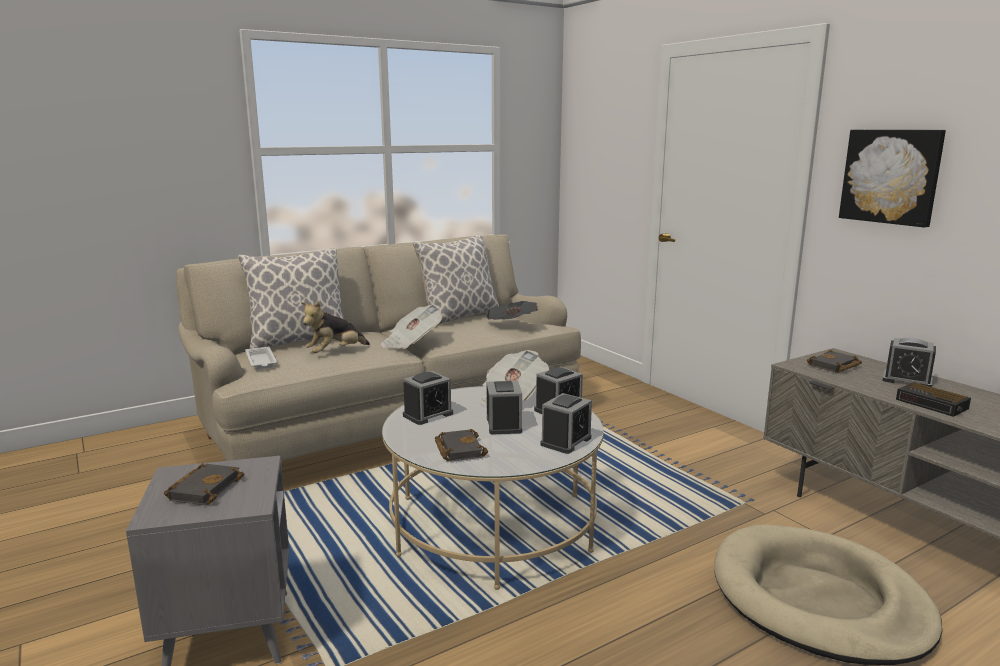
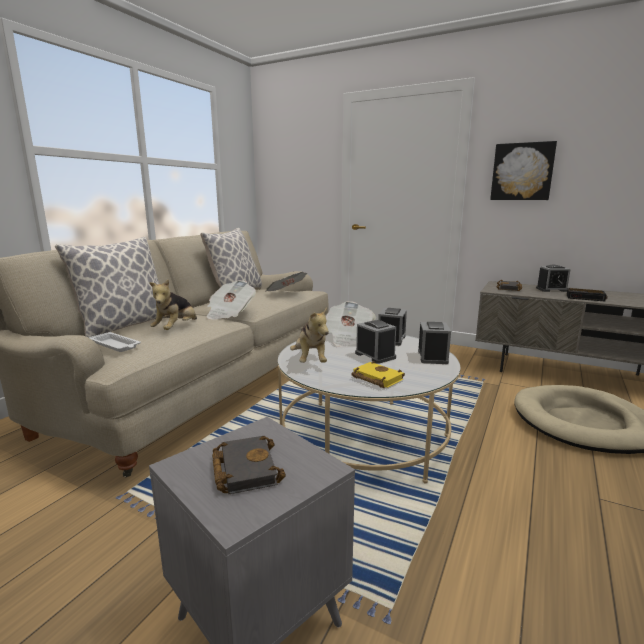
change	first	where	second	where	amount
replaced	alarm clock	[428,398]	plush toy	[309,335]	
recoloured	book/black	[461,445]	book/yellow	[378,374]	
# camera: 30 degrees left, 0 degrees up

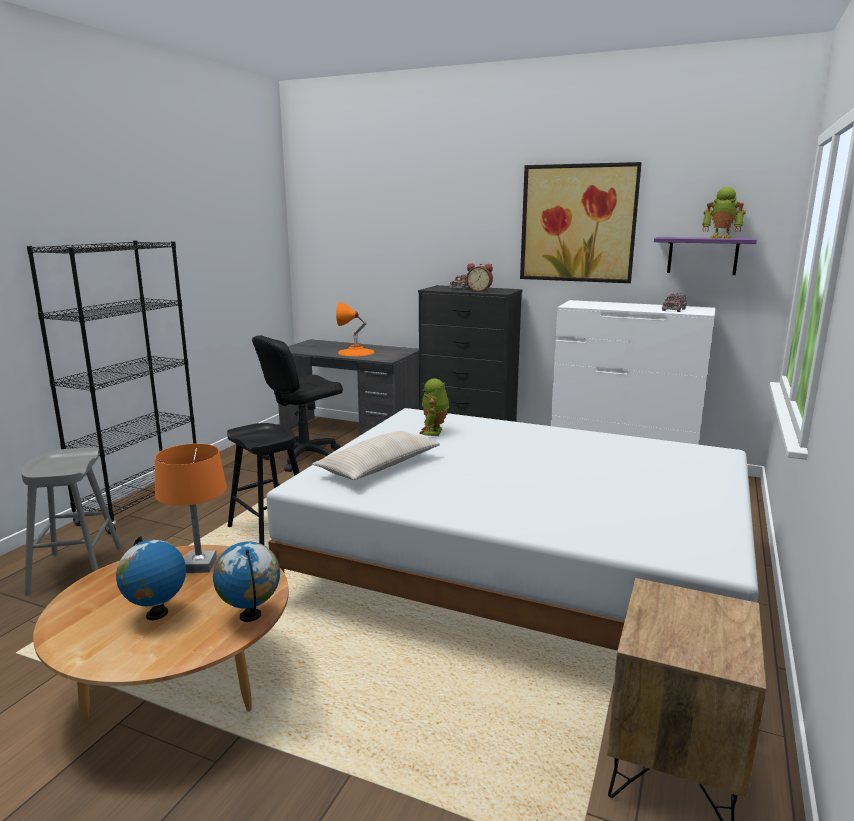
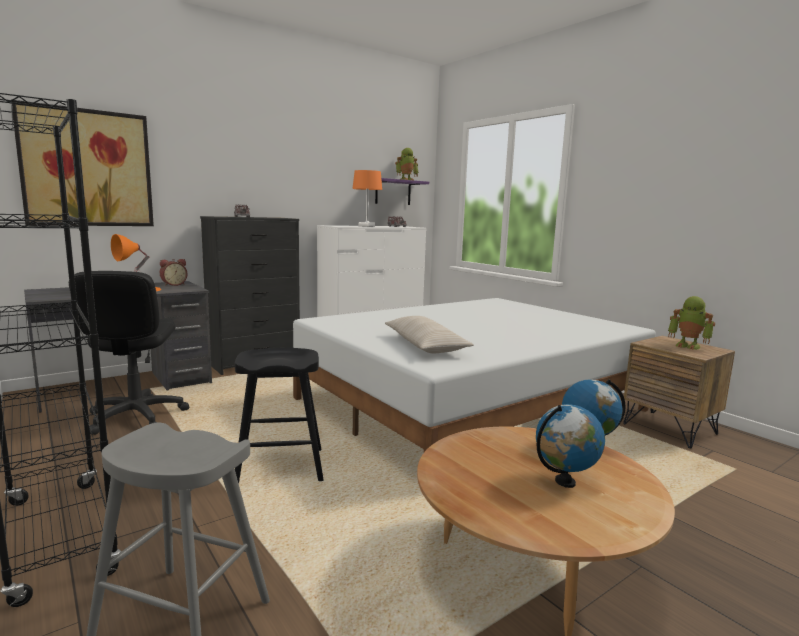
change	first	where	second	where	amount
moved	table lamp/orange	[191,508]		[367,198]	
moved	toy robot	[434,407]		[691,323]	
moved	alarm clock	[479,277]		[174,272]	
moved	picture	[581,222]		[82,163]	
# camera: 60 degrees left, 5 degrees down

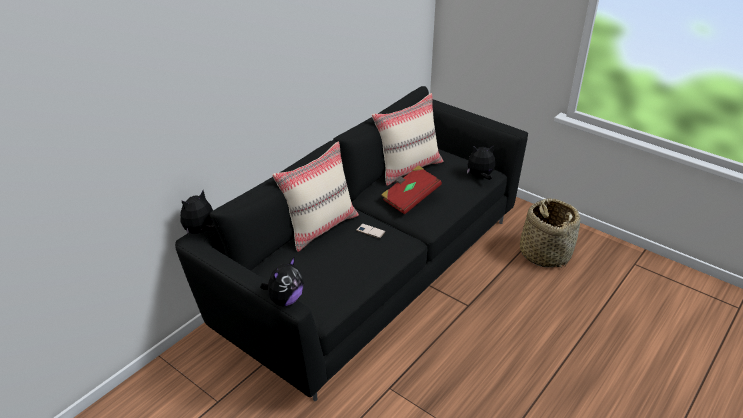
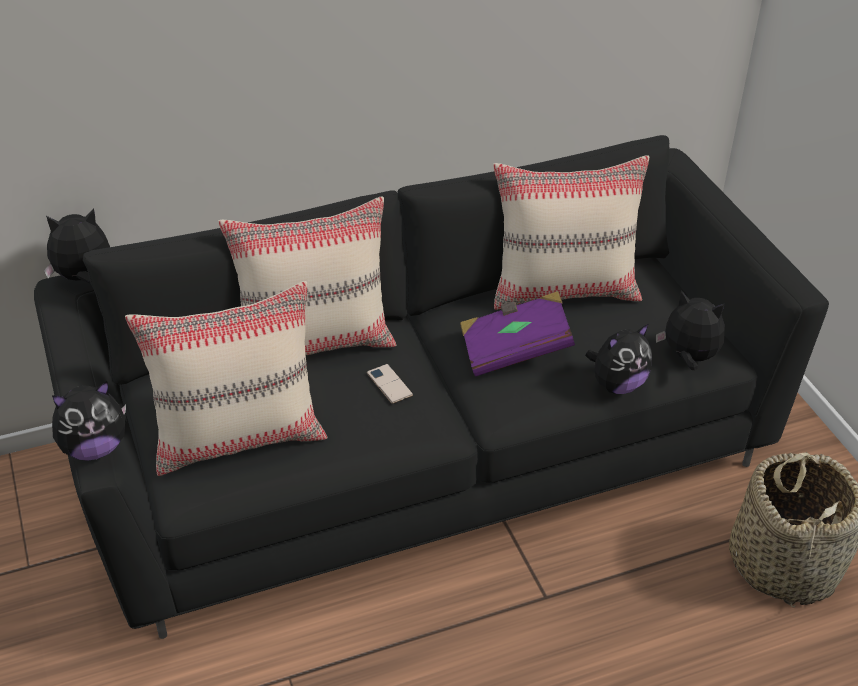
change	first	where	second	where	amount
recoloured	book/red	[411,190]	book/purple	[517,334]	
added			pillow/beige	[226,378]	
added			plush toy	[618,358]	
# camera: 30 degrees right, 5 degrees up

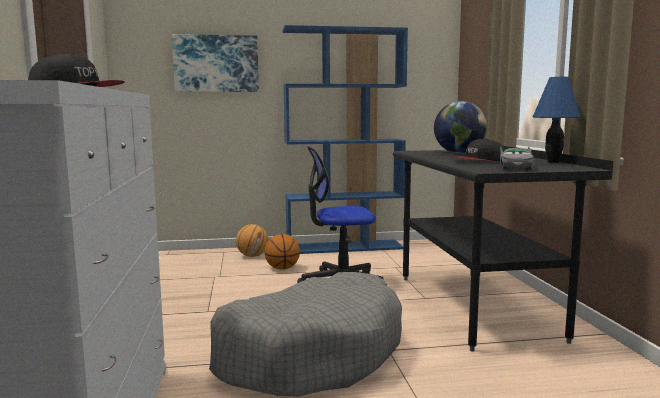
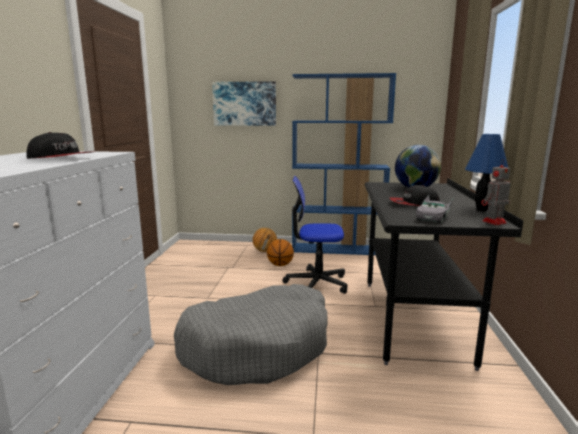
change	first	where	second	where	amount
added			toy robot	[495,192]	
# camera: 15 degrees right, 5 degrees up

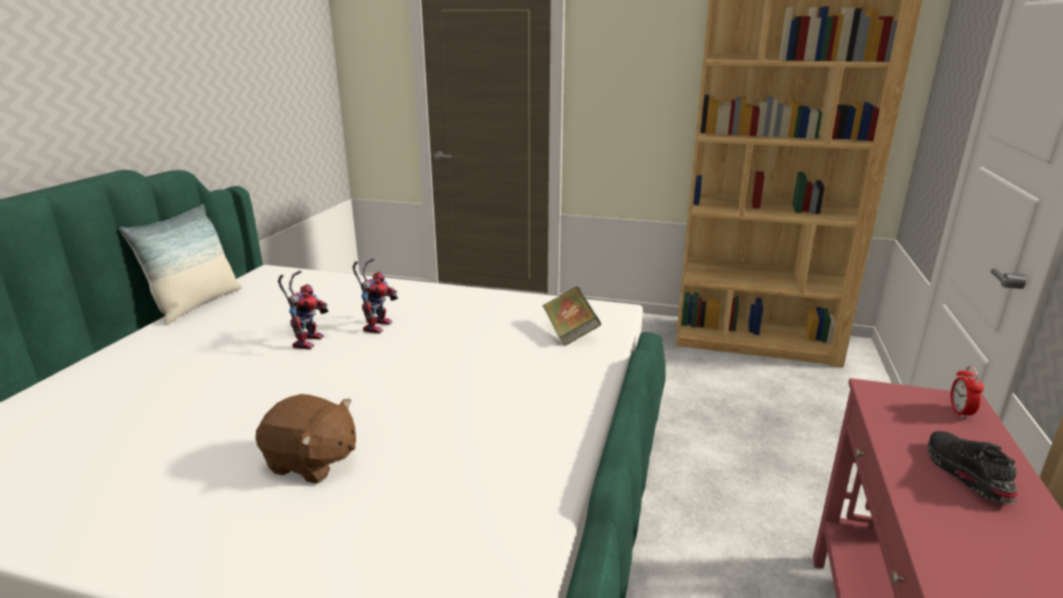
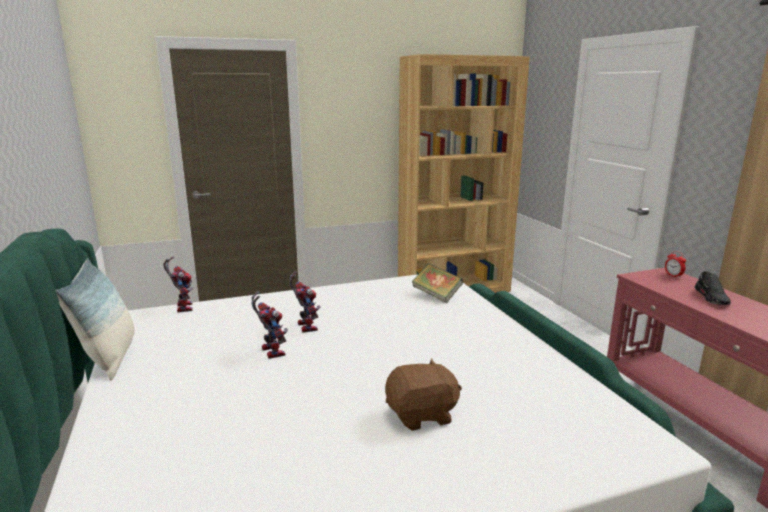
change	first	where	second	where	amount
turned	shoe/black	[973,467]		[713,288]	135 degrees counterclockwise
added			toy robot	[178,284]	
# camera: 35 degrees left, 5 degrees down

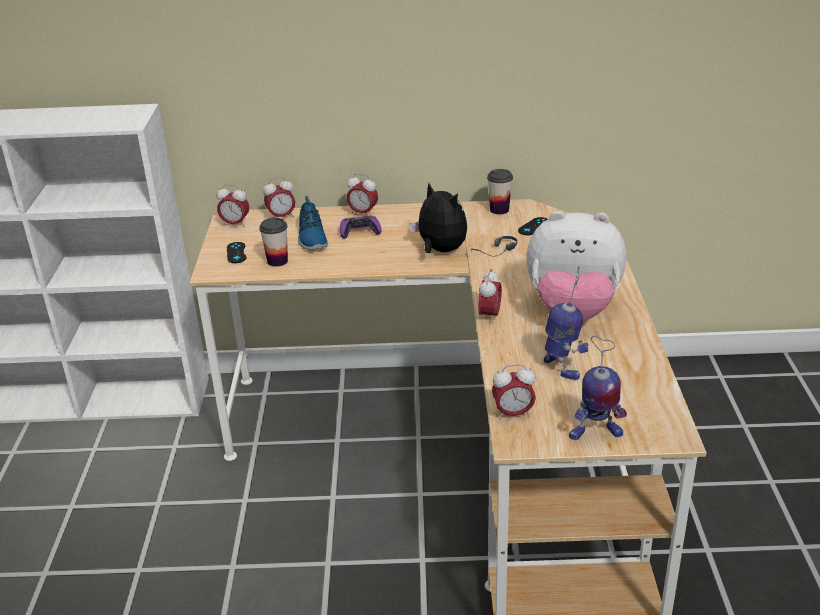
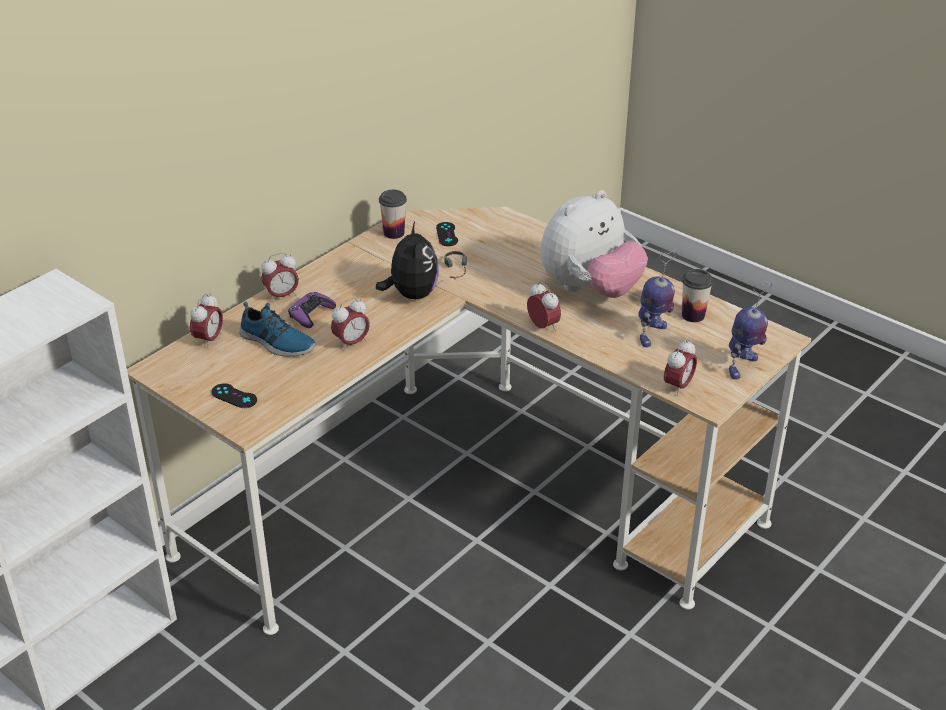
change	first	where	second	where	amount
moved	alarm clock	[233,206]		[350,324]	
moved	cup	[273,242]		[697,295]	
turned	plush toy	[438,218]		[407,260]	90 degrees clockwise
turned	toy robot	[566,323]		[657,299]	105 degrees clockwise
# camera: 50 degrees left, 5 degrees up

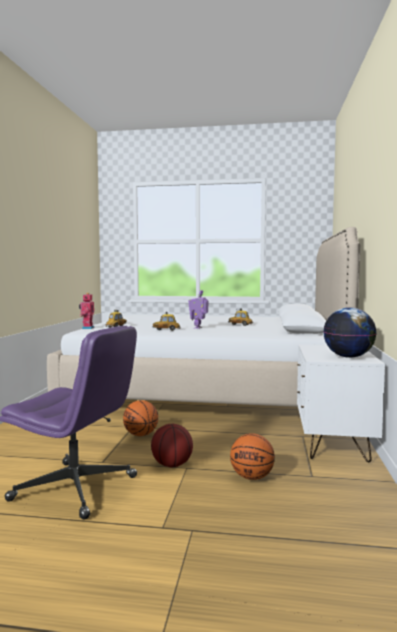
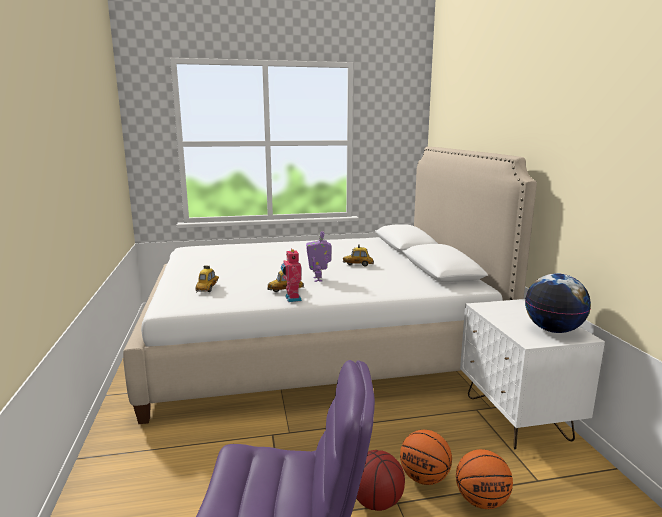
change	first	where	second	where	amount
moved	toy robot	[87,311]		[291,275]	
moved	basketball	[140,418]		[426,457]	
# camera: 20 degrees left, 10 degrees up

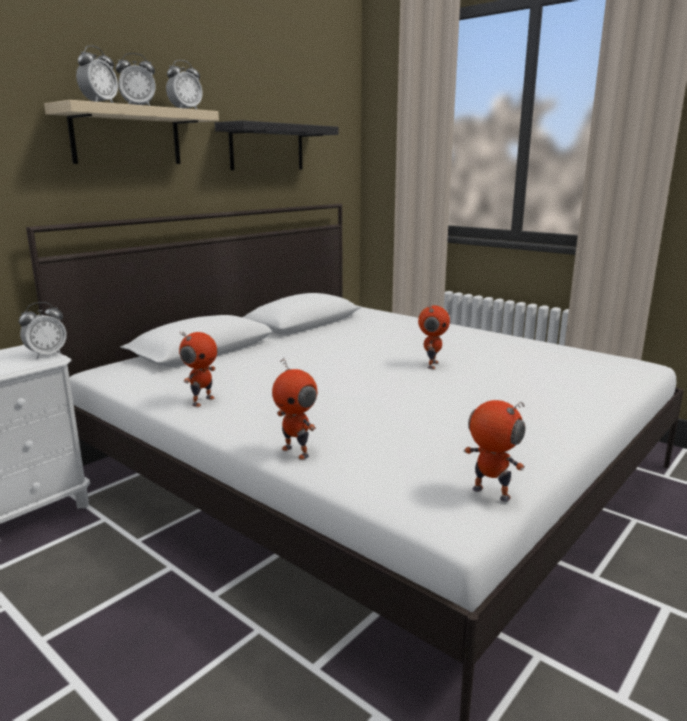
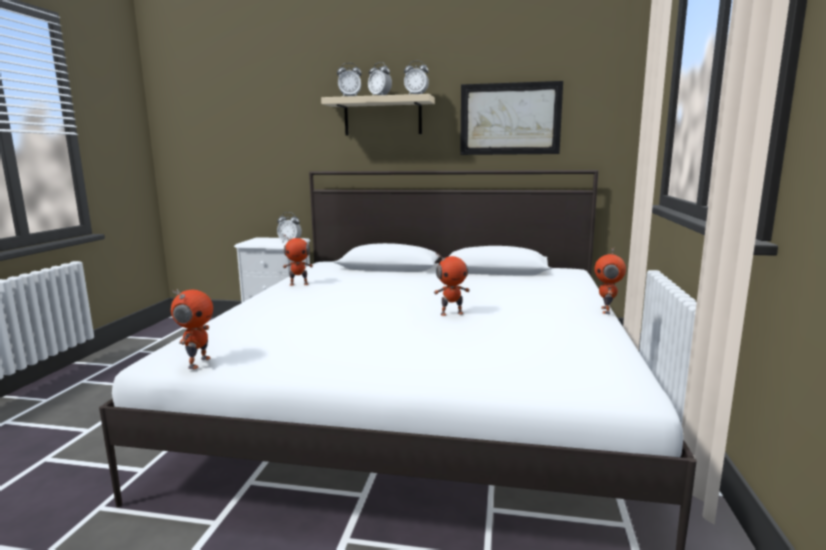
change	first	where	second	where	amount
replaced	shelf/black	[277,145]	picture	[511,118]	
moved	toy robot	[295,408]		[610,281]	
# camera: 60 degrees right, 5 degrees down

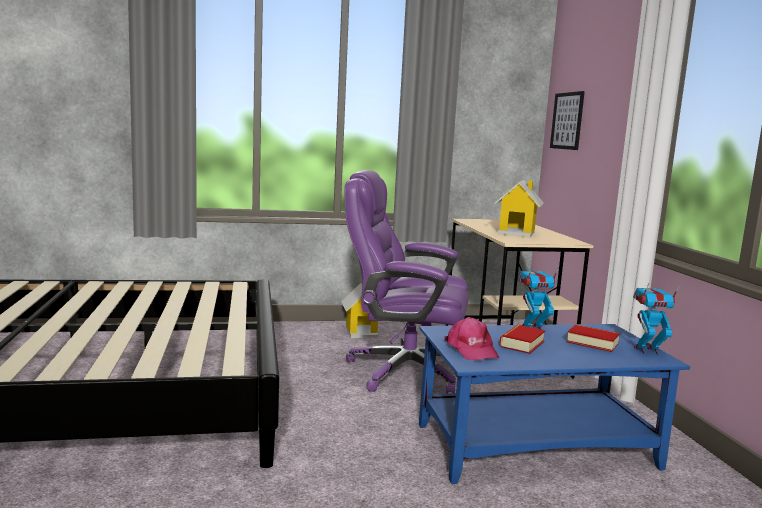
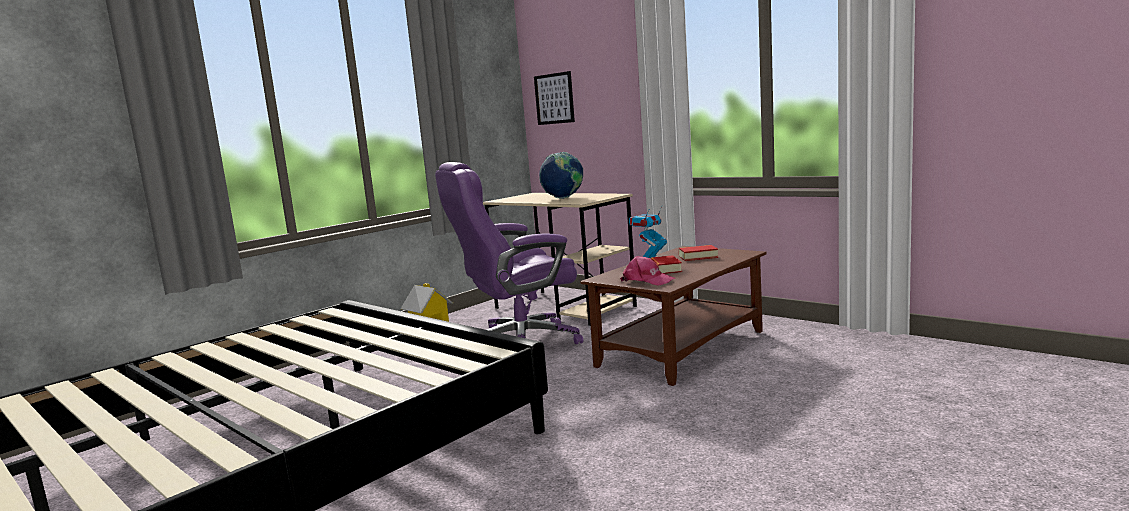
change	first	where	second	where	amount
recoloured	coffee table/blue	[554,404]	coffee table/brown	[673,316]	
replaced	toy house	[519,209]	globe	[561,175]	
removed	toy robot	[656,319]			
# camera: 35 degrees left, 0 degrees up

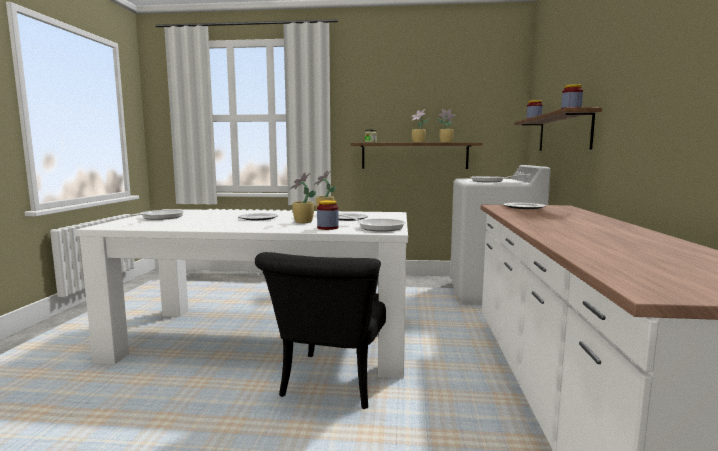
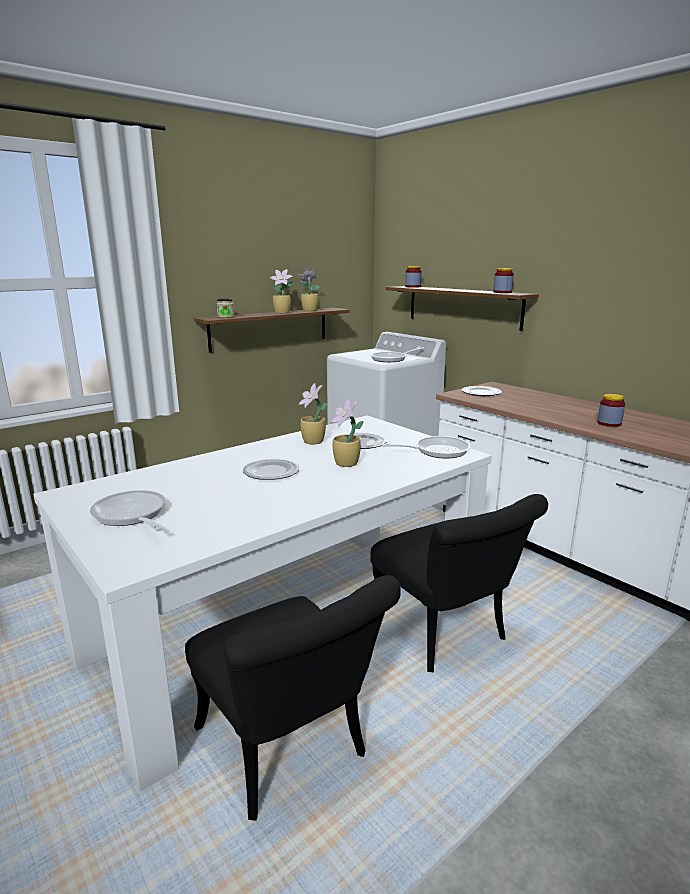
change	first	where	second	where	amount
moved	jar	[328,215]		[611,410]	
added			chair/black	[293,698]	
# camera: 45 degrees left, 10 degrees up

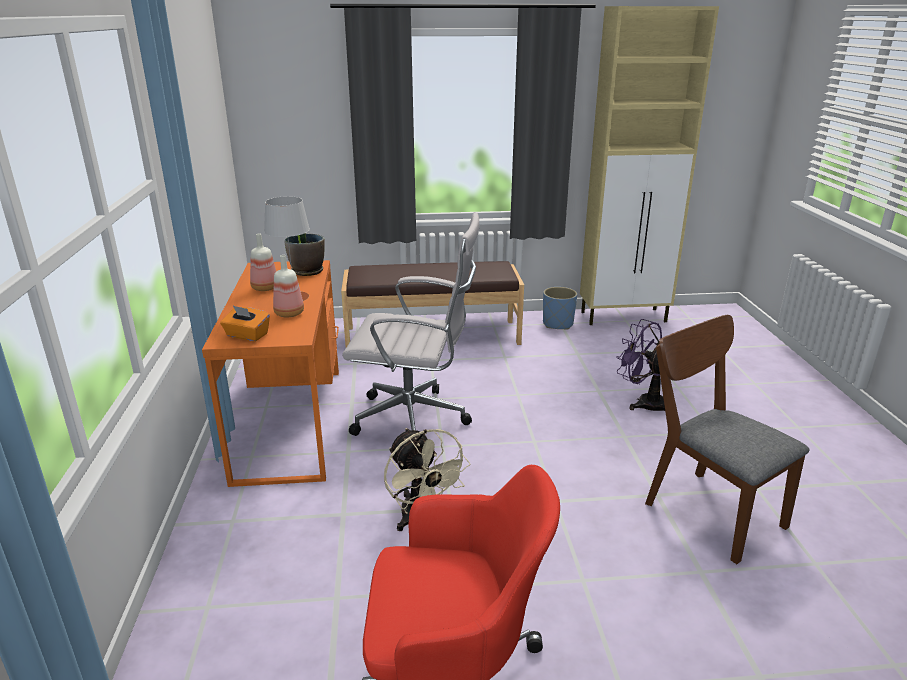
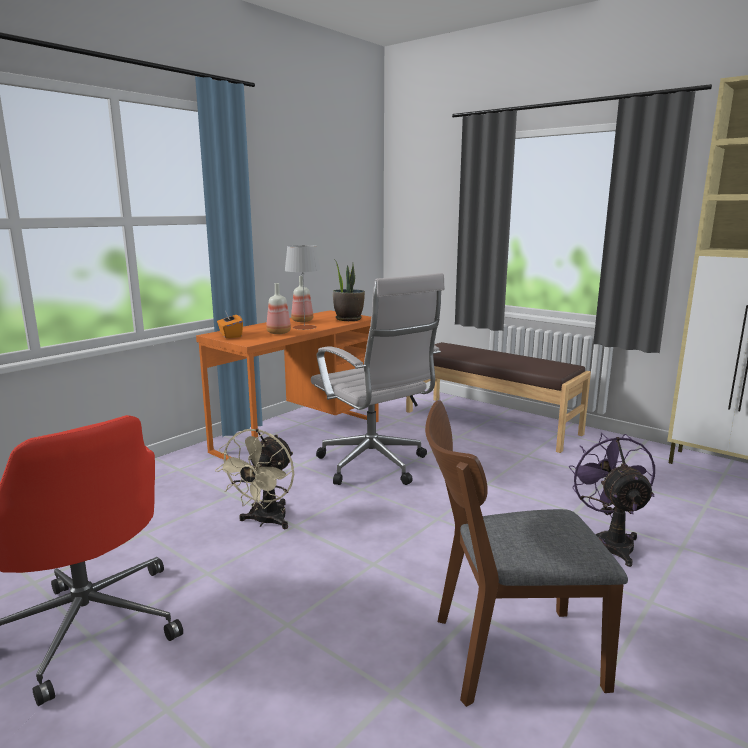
change	first	where	second	where	amount
removed	planter/blue	[560,308]			
turned	chair/brown	[727,439]		[526,554]	105 degrees counterclockwise
# camera: 45 degrees right, 10 degrees down

